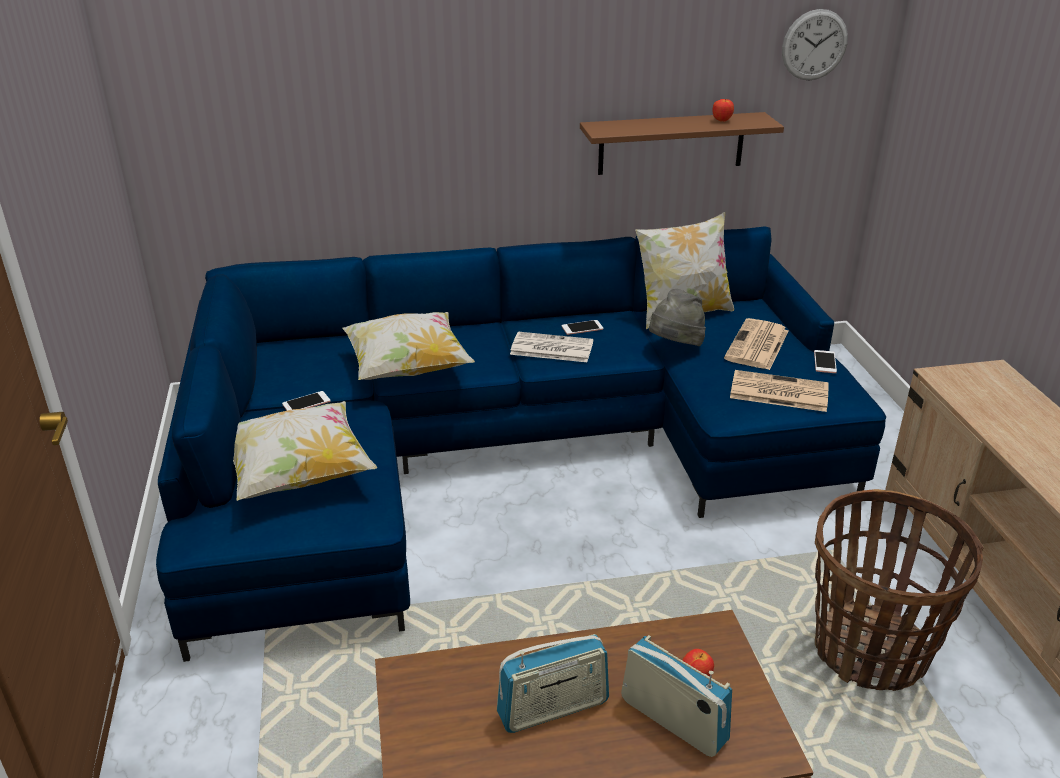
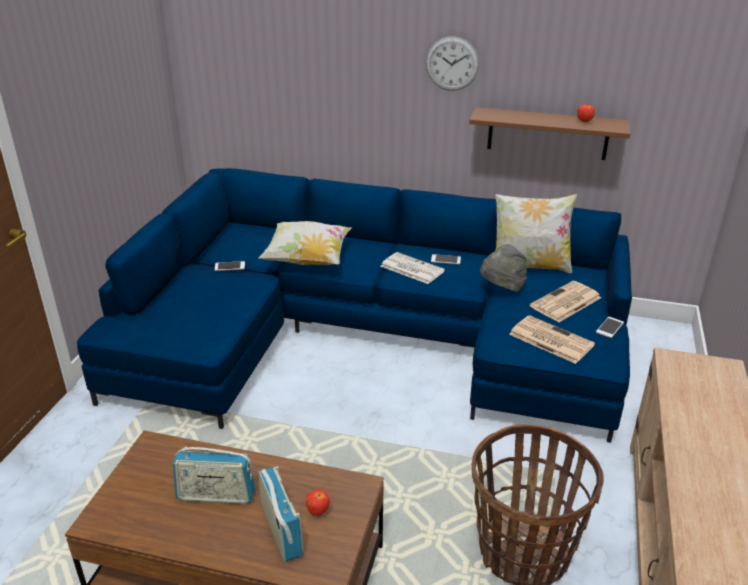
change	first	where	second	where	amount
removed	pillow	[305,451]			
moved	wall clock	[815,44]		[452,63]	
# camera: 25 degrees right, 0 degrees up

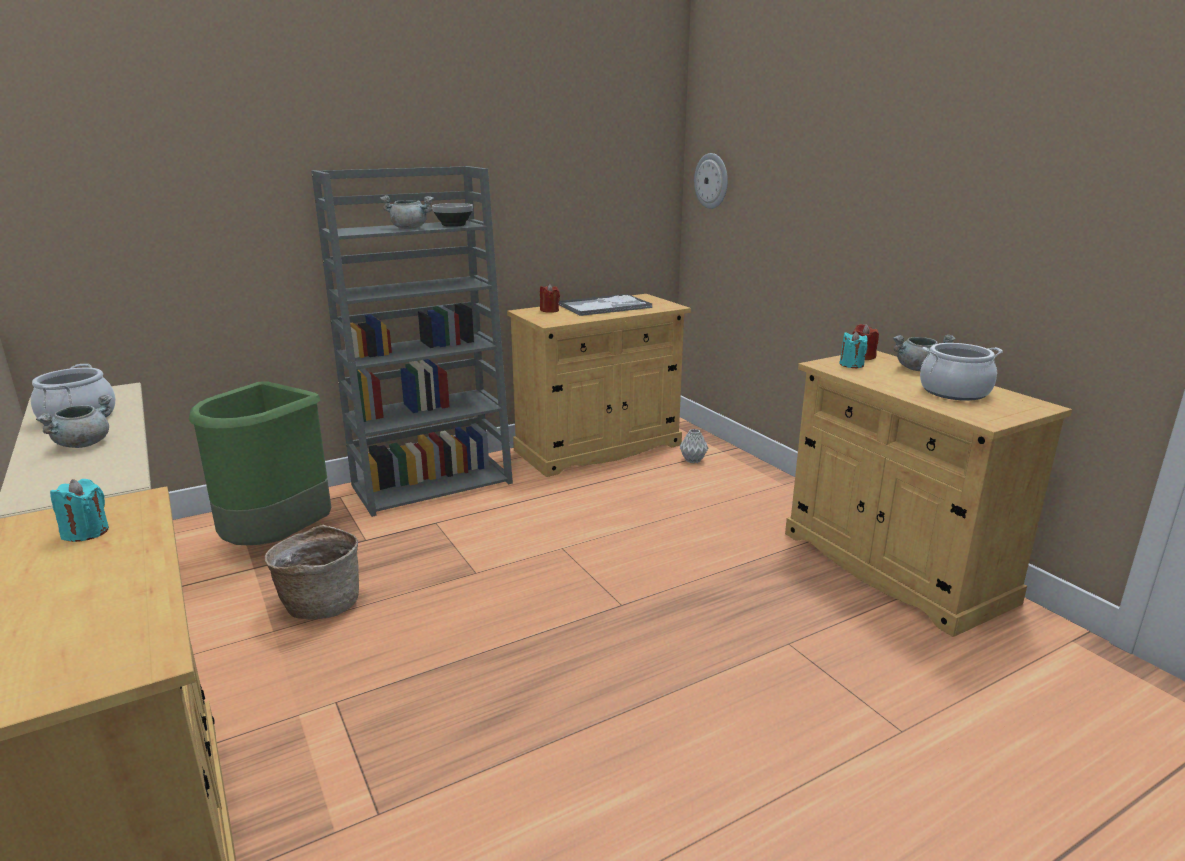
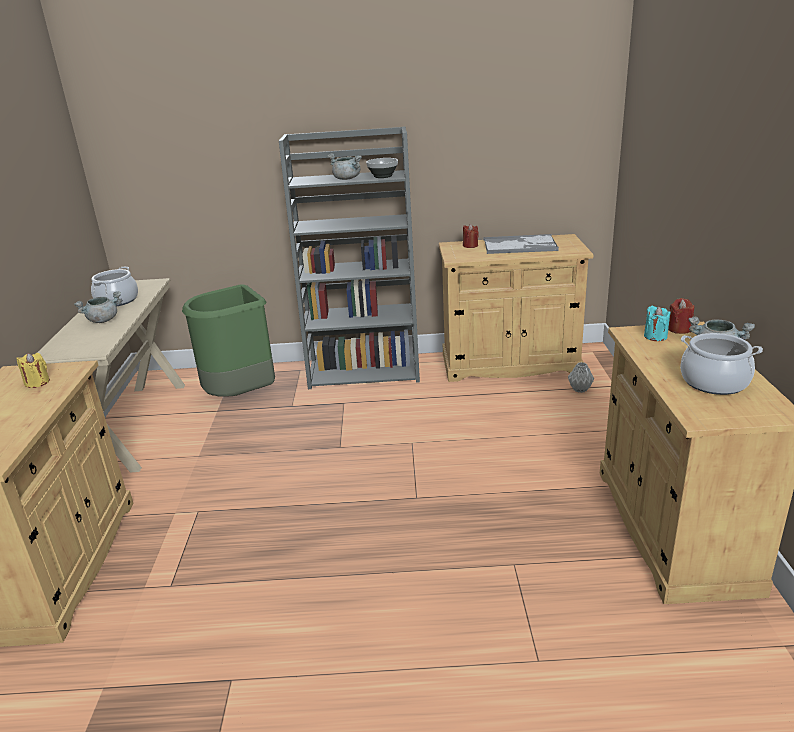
change	first	where	second	where	amount
recoloured	candle/turquoise	[79,510]	candle/yellow	[33,370]	
removed	basket	[312,572]			
removed	wall clock	[711,181]			
# camera: 30 degrees right, 5 degrees up

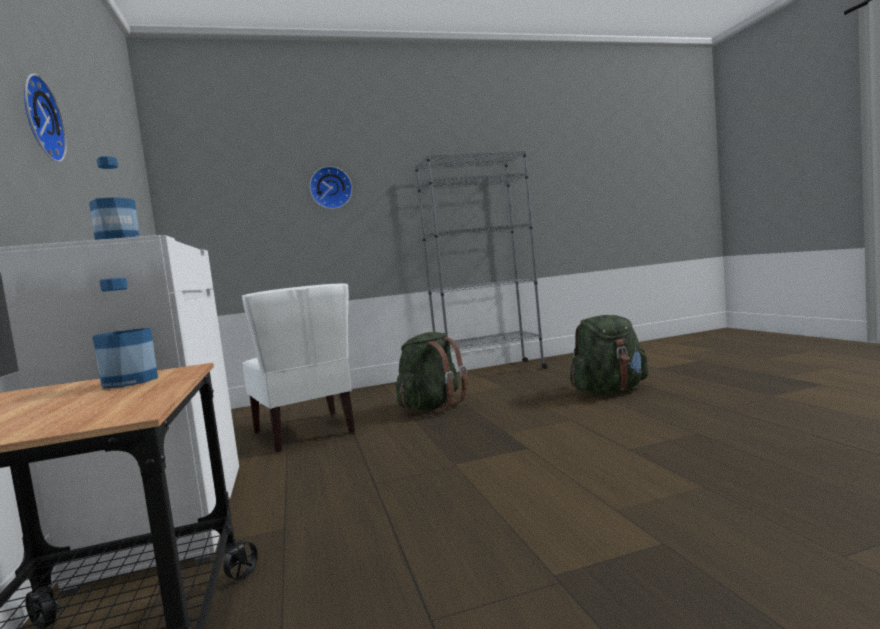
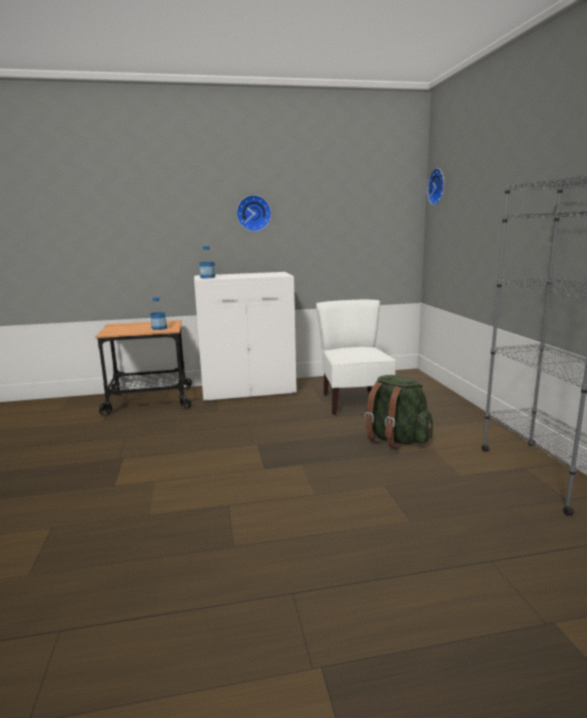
change	first	where	second	where	amount
turned	chair/white	[298,368]		[356,357]	105 degrees clockwise
moved	wall clock	[330,187]		[435,186]	
removed	backpack/green	[609,354]			
# camera: 95 degrees right, 10 degrees up

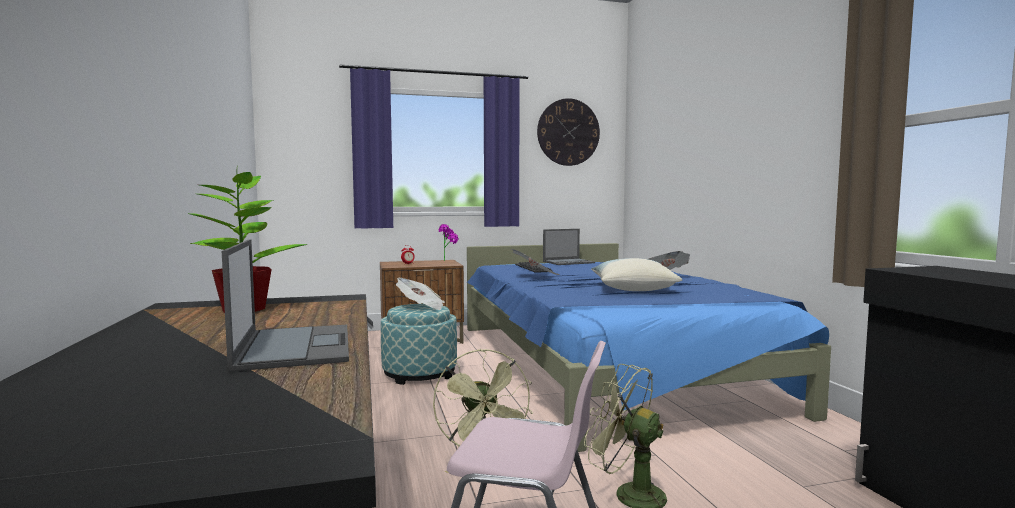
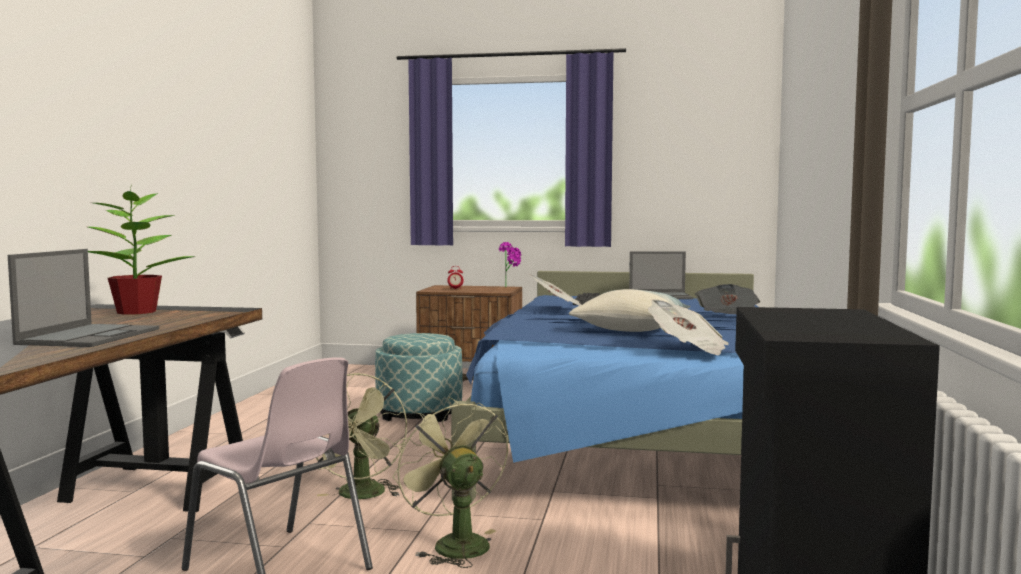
change	first	where	second	where	amount
moved	newspaper	[420,294]		[688,327]	
removed	wall clock	[568,132]			
# camera: 25 degrees right, 0 degrees up

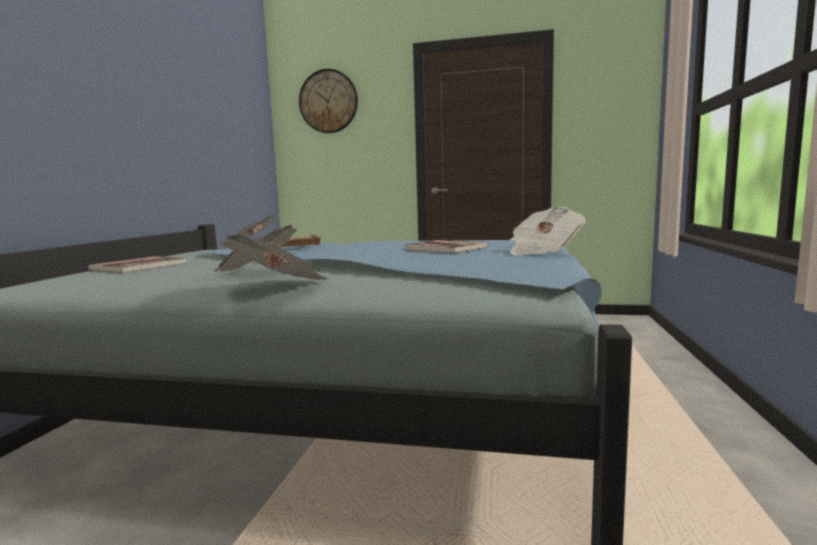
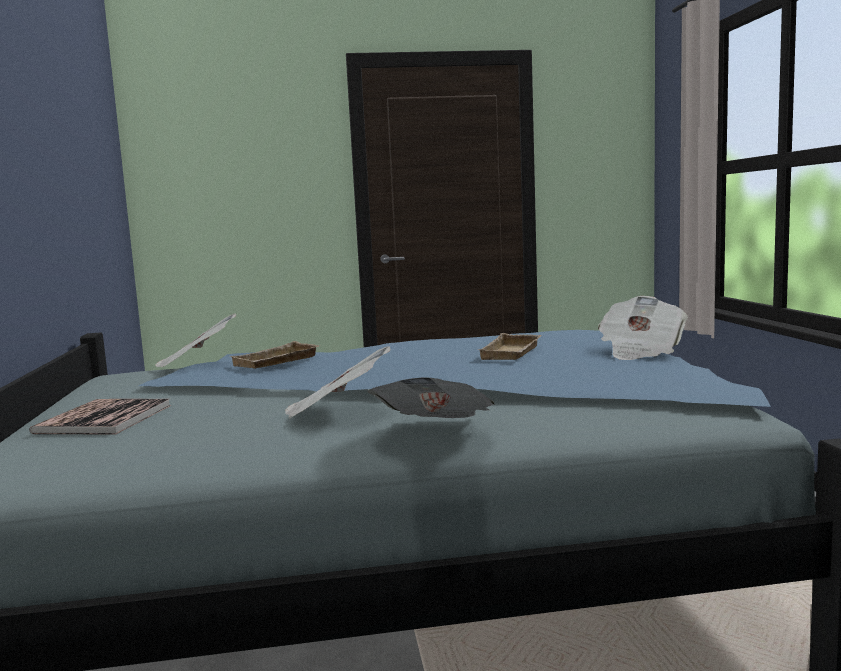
change	first	where	second	where	amount
removed	wall clock	[328,101]			
replaced	book	[445,246]	tray/beige	[509,346]	
# camera: 20 degrees left, 0 degrees up

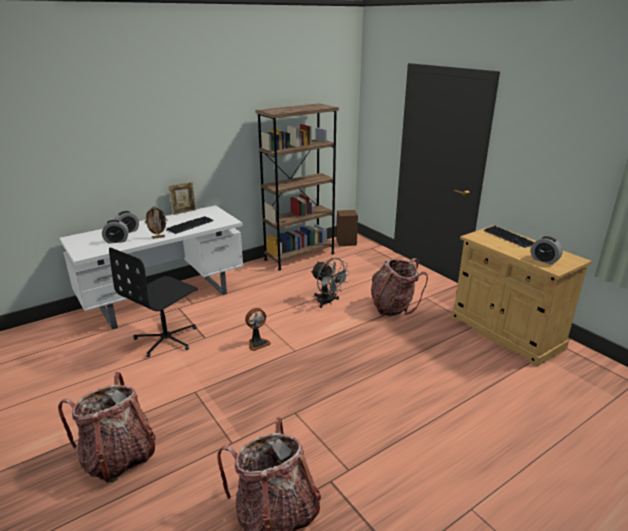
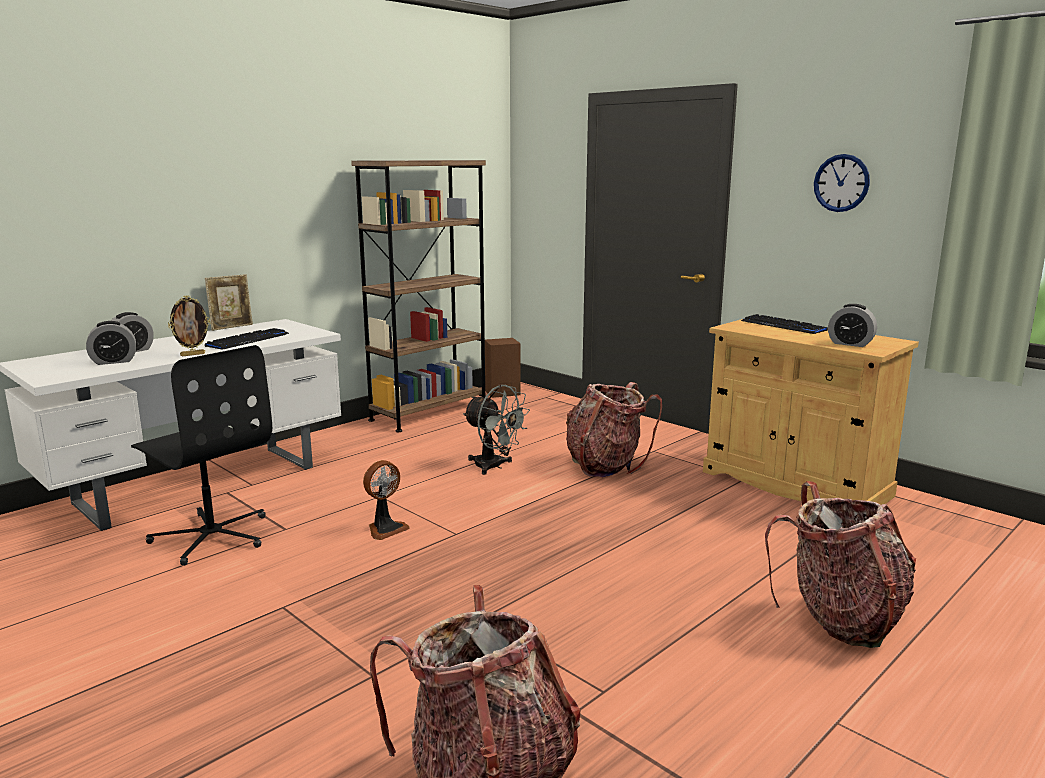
change	first	where	second	where	amount
moved	backpack	[107,427]		[840,564]	
turned	office chair/black	[153,302]		[201,455]	75 degrees counterclockwise
added			wall clock	[842,183]	
# camera: 10 degrees left, 10 degrees down

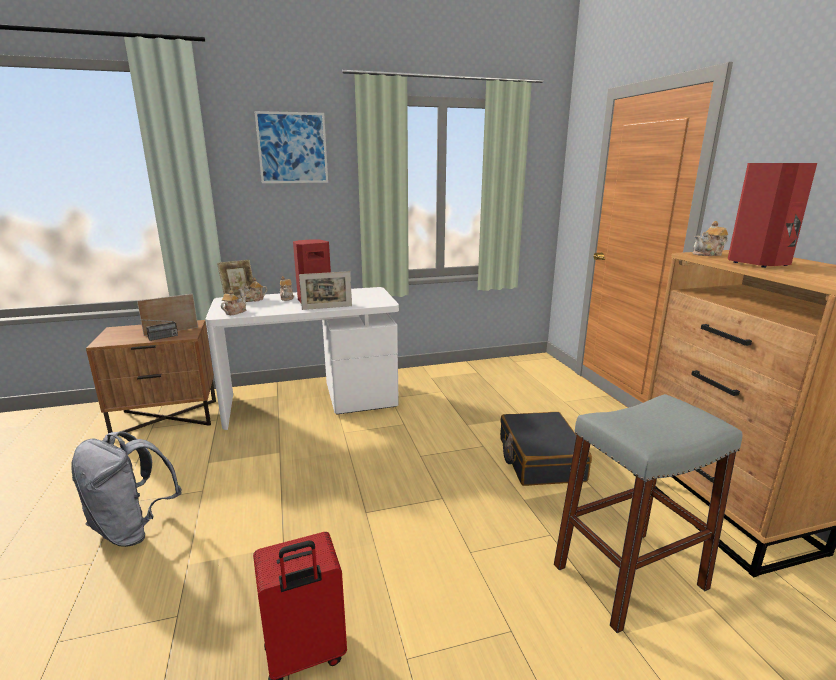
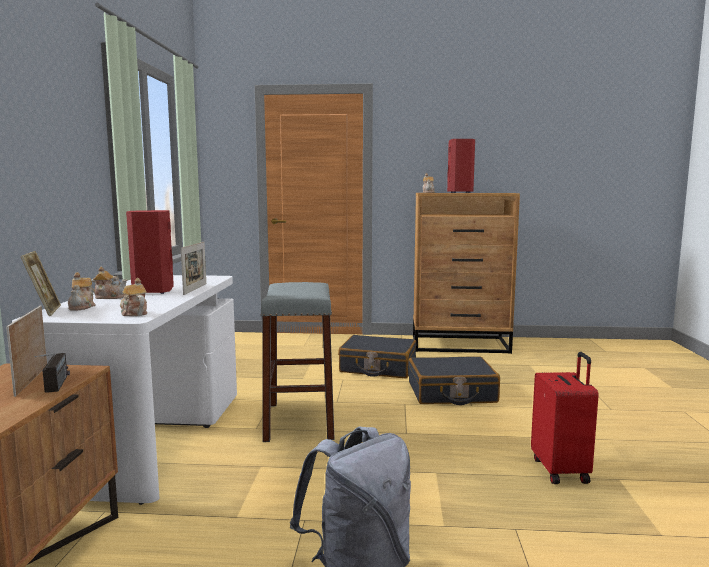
change	first	where	second	where	amount
removed	picture	[291,147]			
moved	stool/grey	[648,513]		[297,362]	
added			suitcase/black	[454,380]	
# camera: 70 degrees left, 10 degrees down

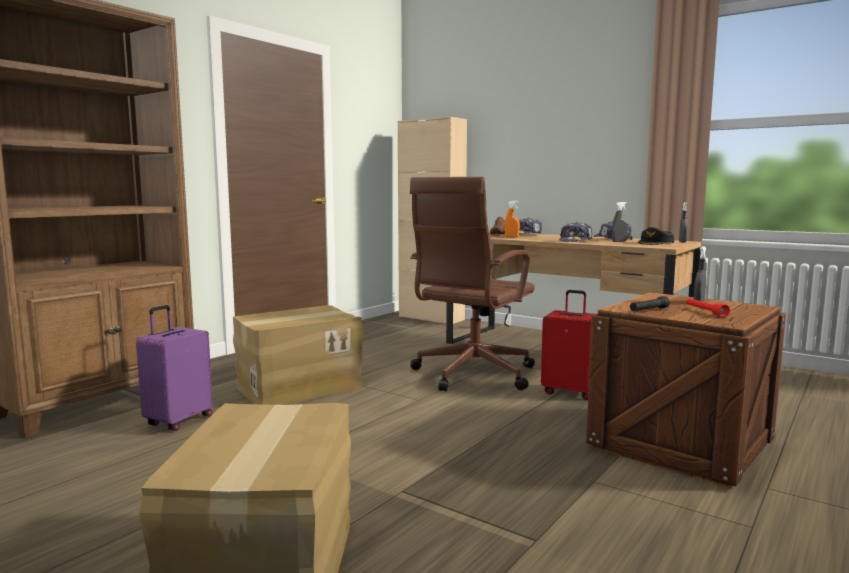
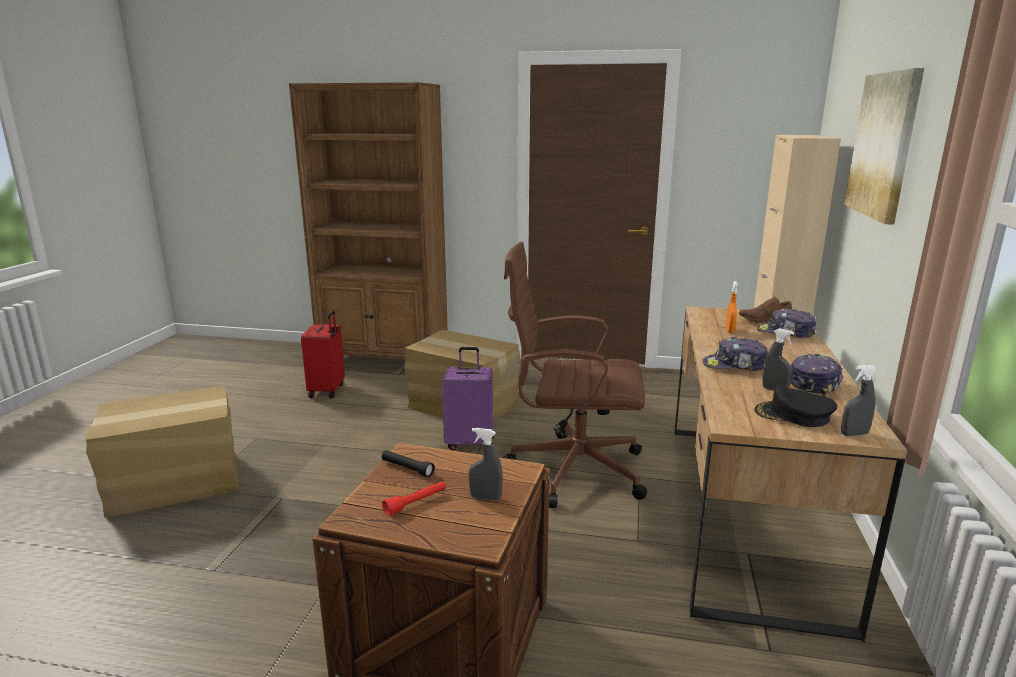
change	first	where	second	where	amount
moved	suitcase/purple	[174,368]		[468,398]	
moved	suitcase/red	[568,345]		[323,354]	
added			picture	[884,146]	
# camera: 65 degrees right, 10 degrees up

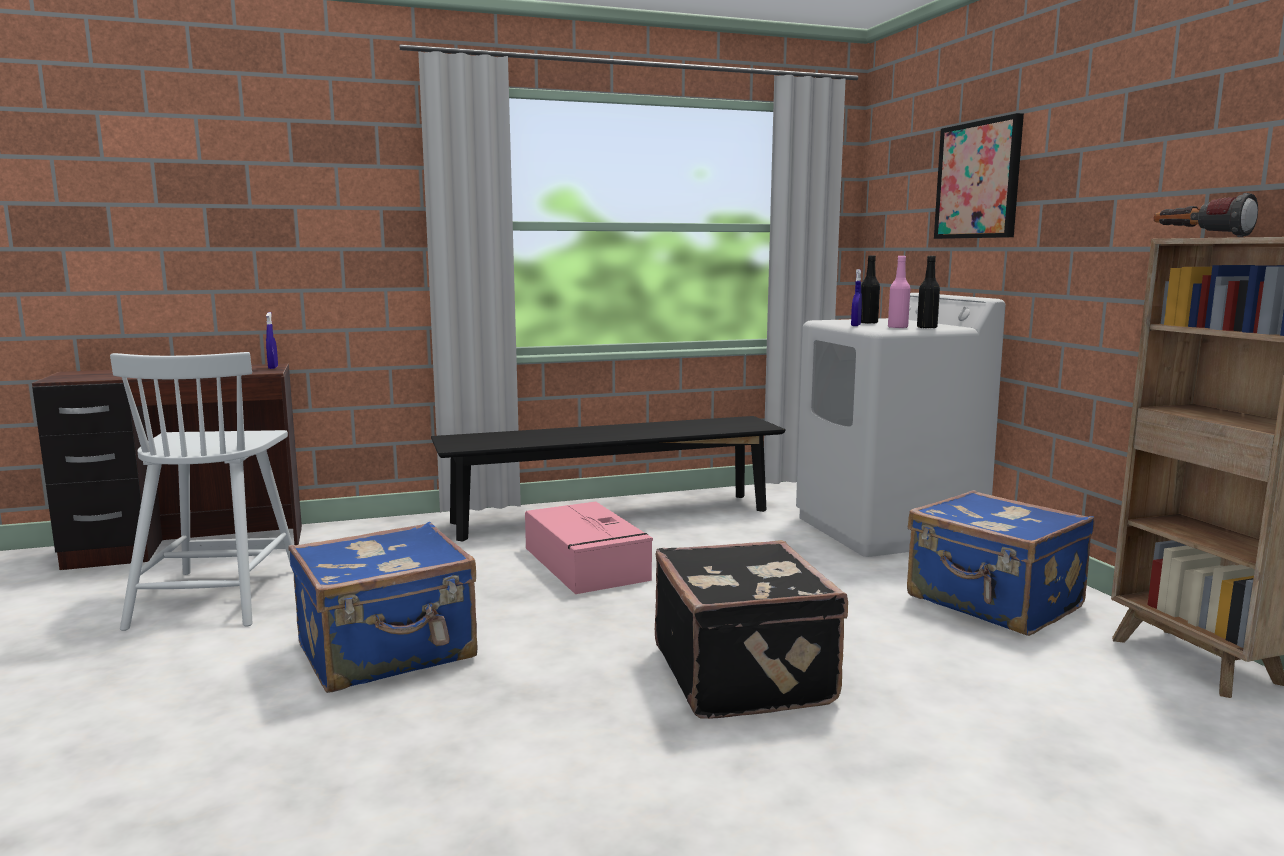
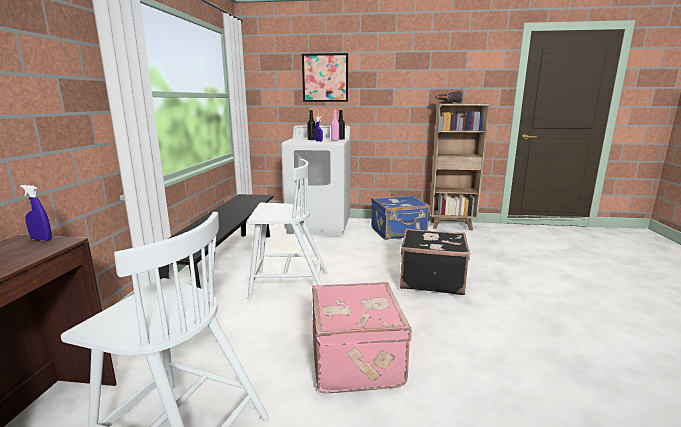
change	first	where	second	where	amount
recoloured	suitcase/blue	[383,607]	suitcase/pink	[362,337]	
replaced	storage box/pink	[589,548]	chair/white	[287,229]	
# camera: 65 degrees left, 5 degrees up

